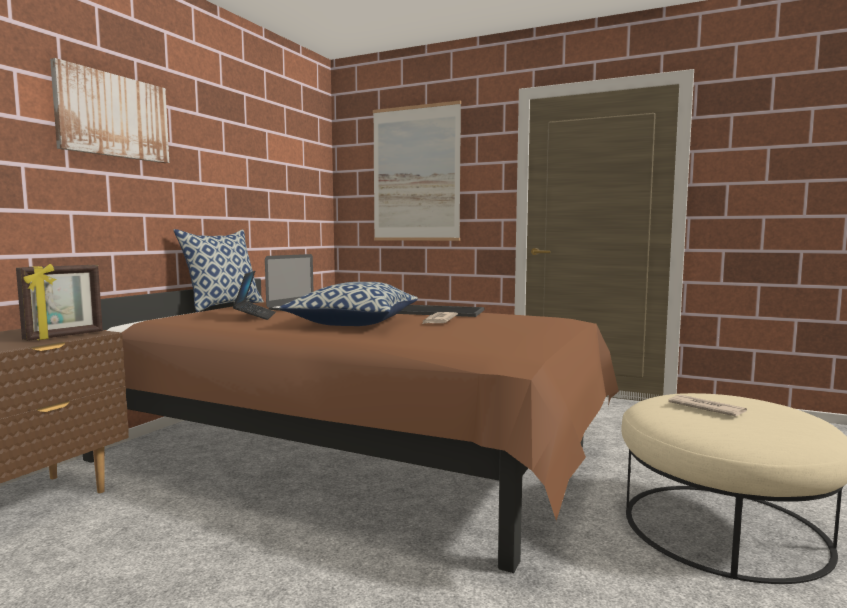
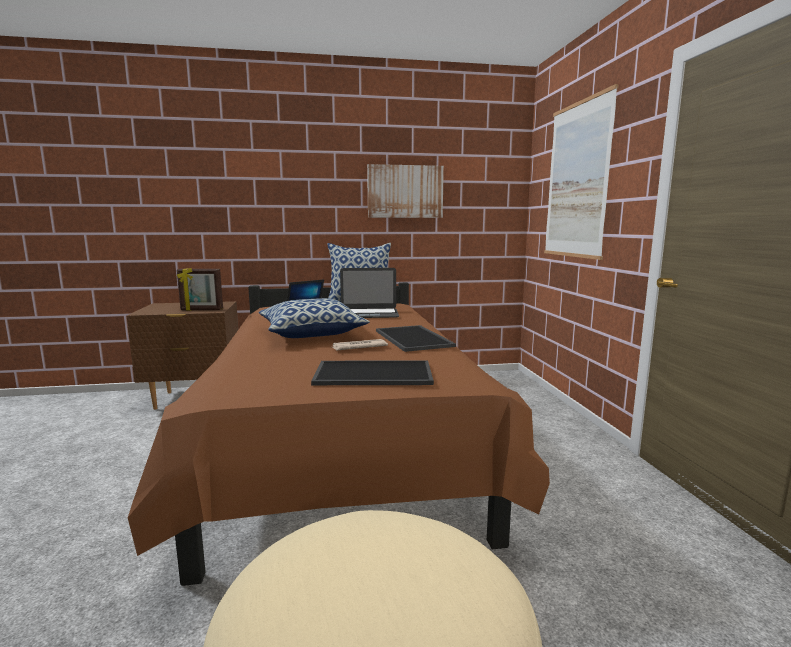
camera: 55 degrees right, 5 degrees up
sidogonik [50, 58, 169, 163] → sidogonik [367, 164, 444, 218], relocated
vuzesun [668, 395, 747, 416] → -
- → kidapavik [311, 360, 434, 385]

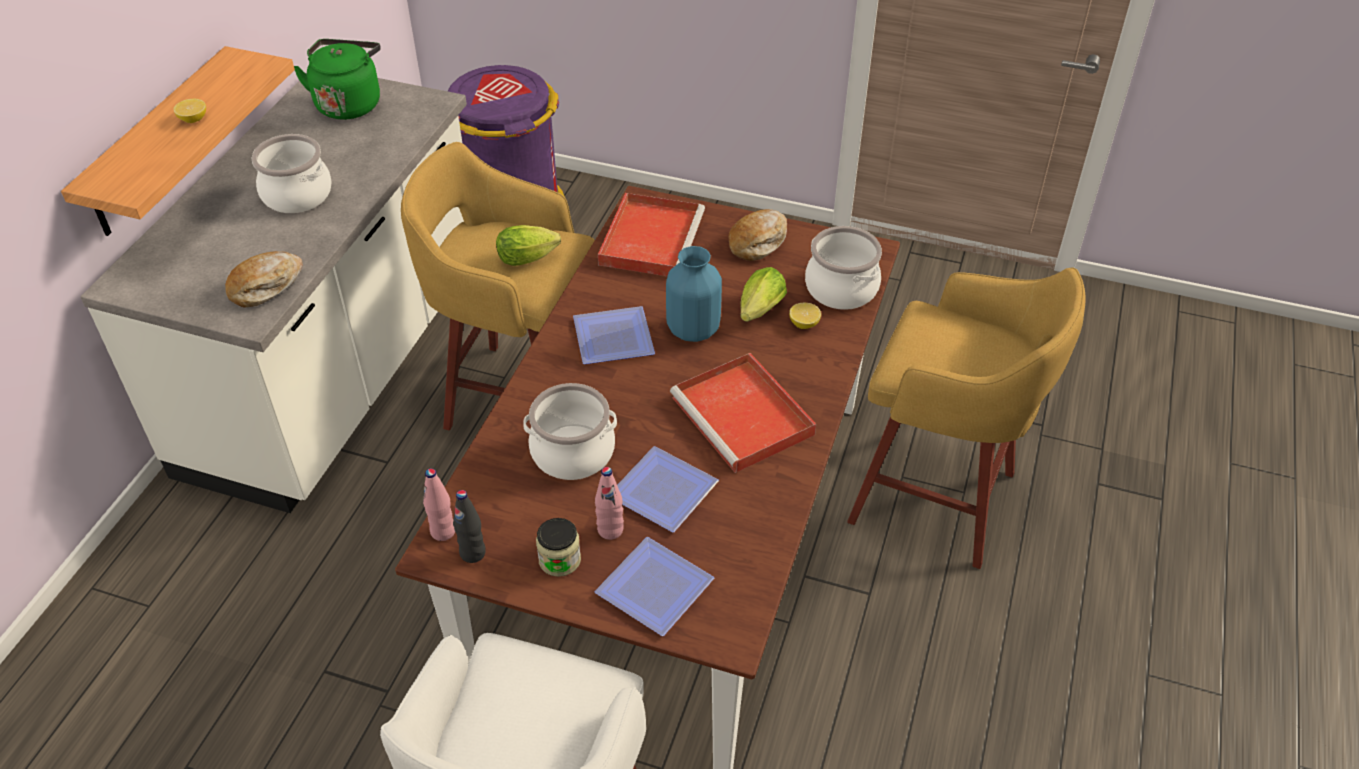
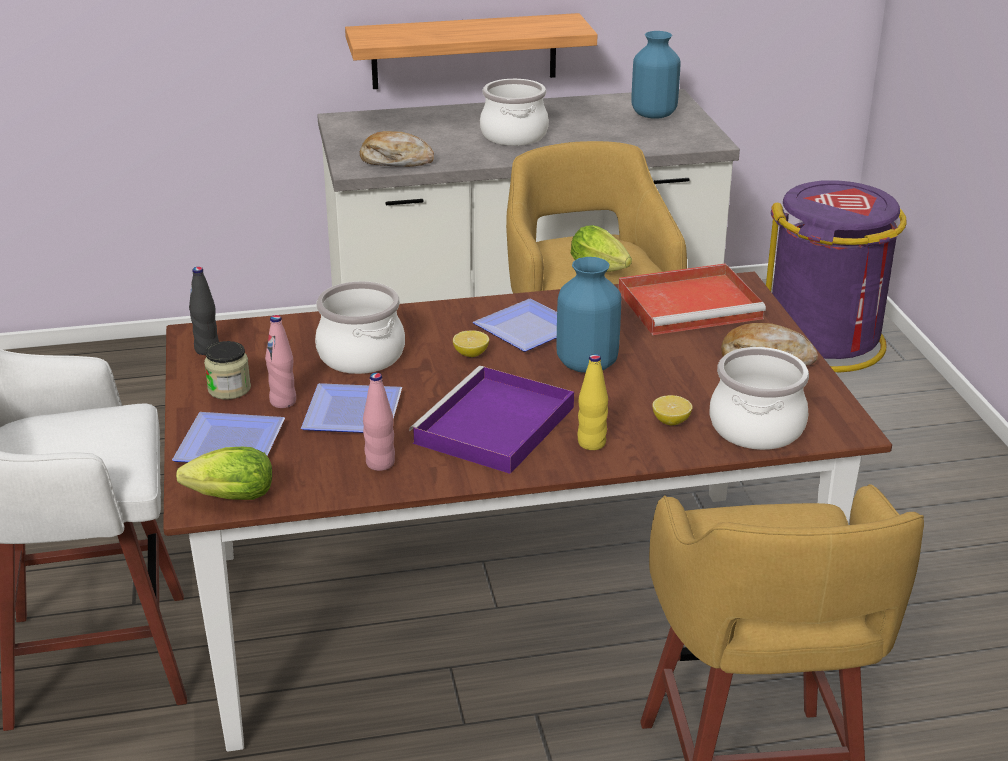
camera: 60 degrees right, 15 degrees down
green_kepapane [294, 39, 381, 120] → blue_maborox [631, 31, 681, 119]
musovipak [173, 99, 206, 123] → musovipak [453, 330, 489, 357], relocated
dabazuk [740, 267, 787, 322] → dabazuk [176, 447, 272, 500], relocated
red_kidapavik [670, 353, 816, 473] → purple_kidapavik [409, 366, 574, 474]
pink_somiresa [423, 468, 455, 541] → pink_somiresa [363, 373, 395, 471], relocated
- → yellow_somiresa [578, 354, 608, 450]

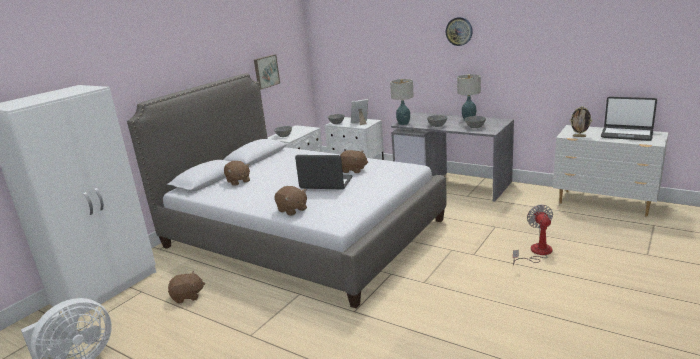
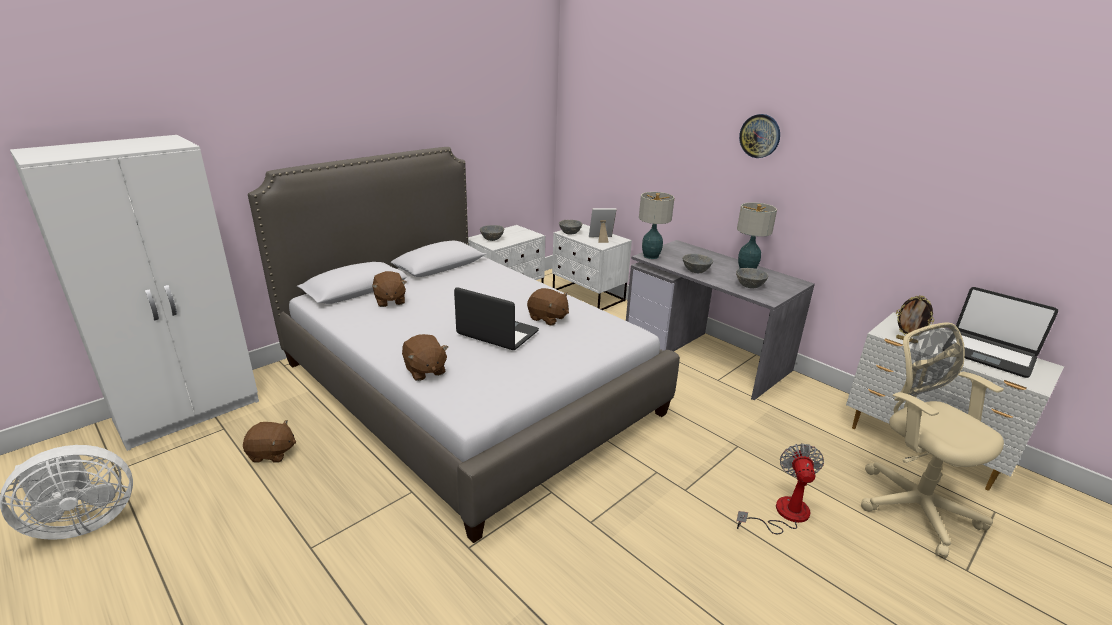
camera: 10 degrees right, 5 degrees up
sidogonik [254, 55, 280, 90] → -
- → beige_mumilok [861, 323, 1004, 559]

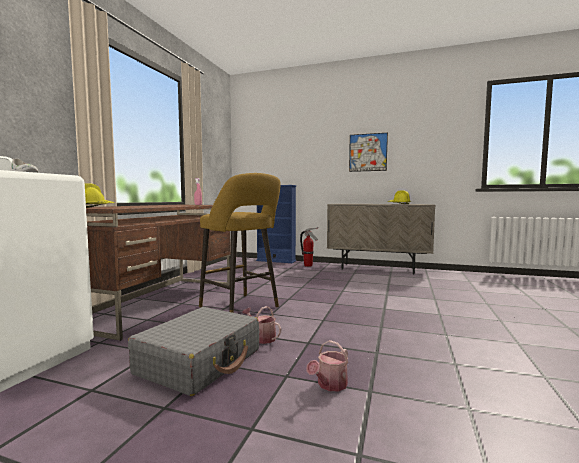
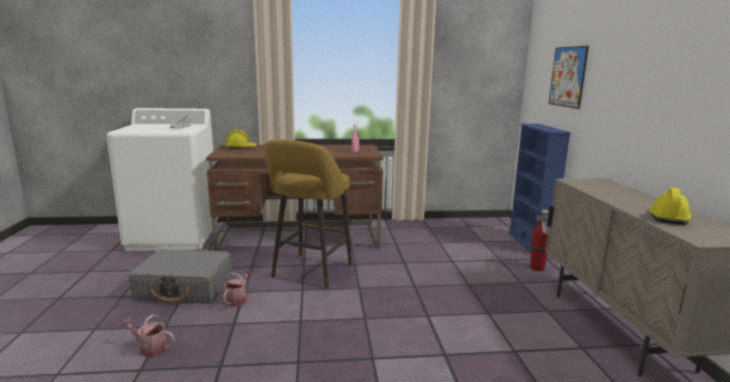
camera: 65 degrees right, 10 degrees up
sidogonik [349, 133, 388, 172] → sidogonik [549, 46, 589, 109], relocated

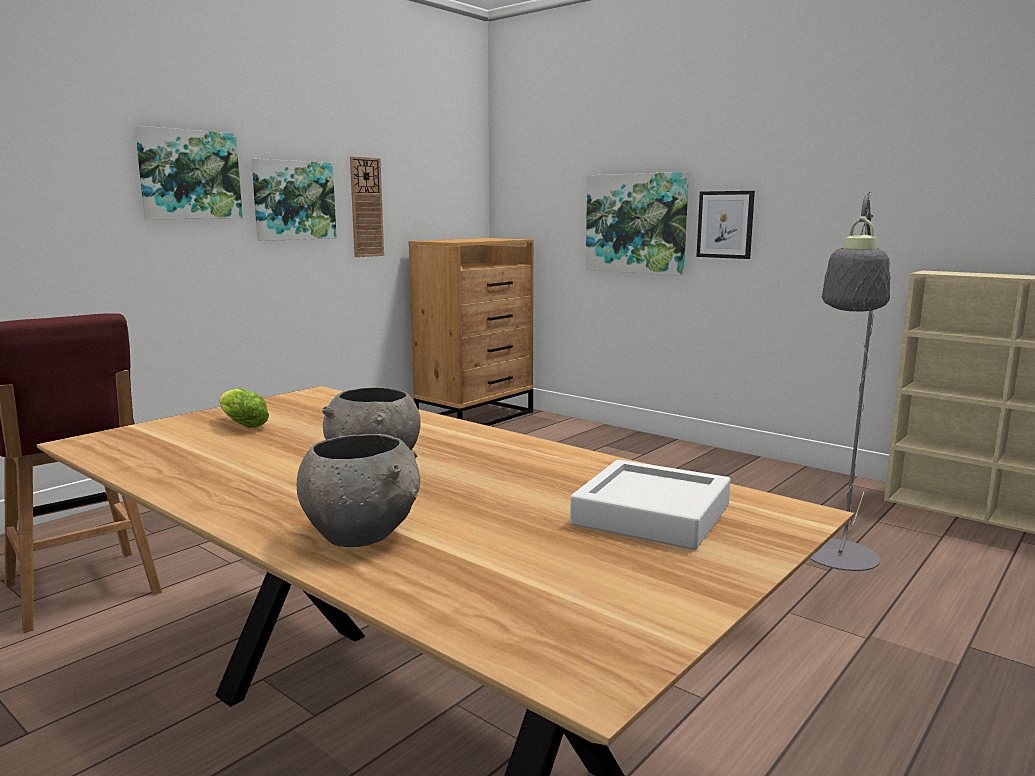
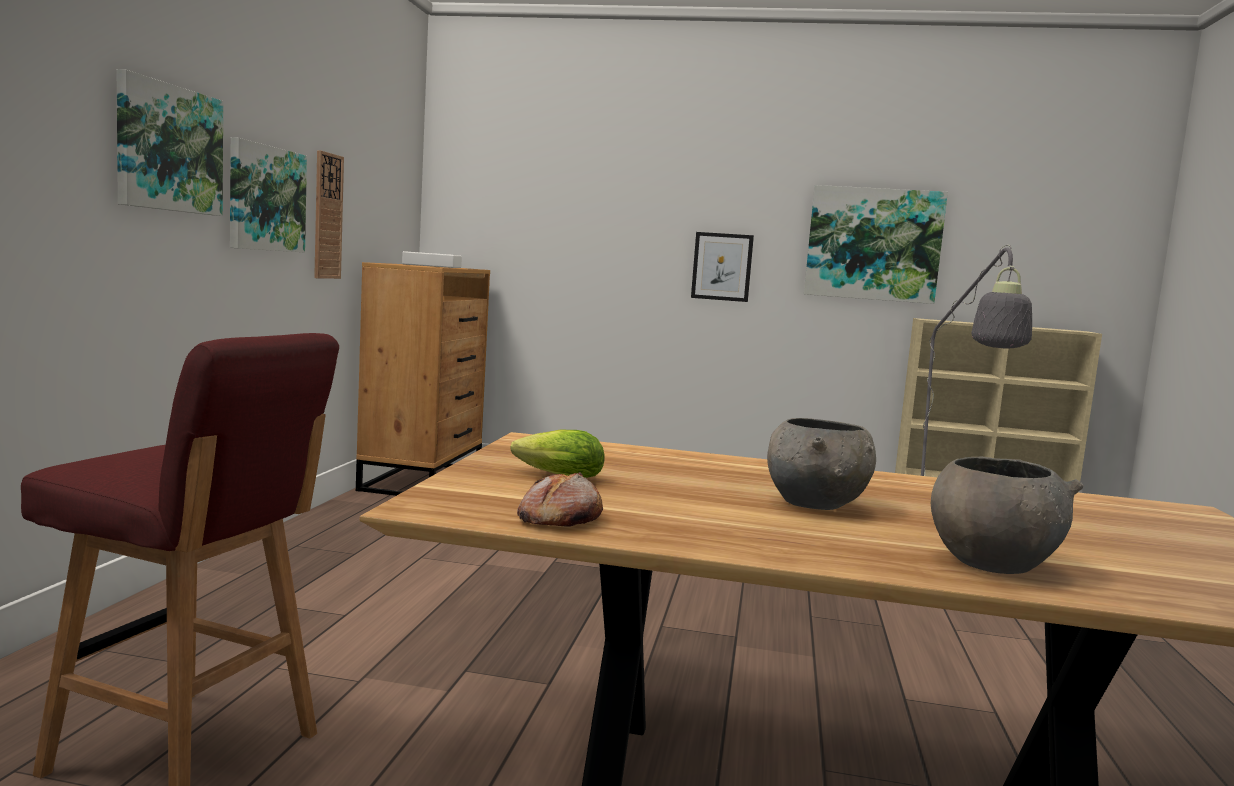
camera: 30 degrees left, 5 degrees down
sidogonik [586, 172, 689, 276] → sidogonik [804, 185, 948, 304], relocated
white_kidapavik [570, 460, 730, 550] → white_kidapavik [402, 251, 462, 268], relocated
- → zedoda [517, 472, 603, 527]

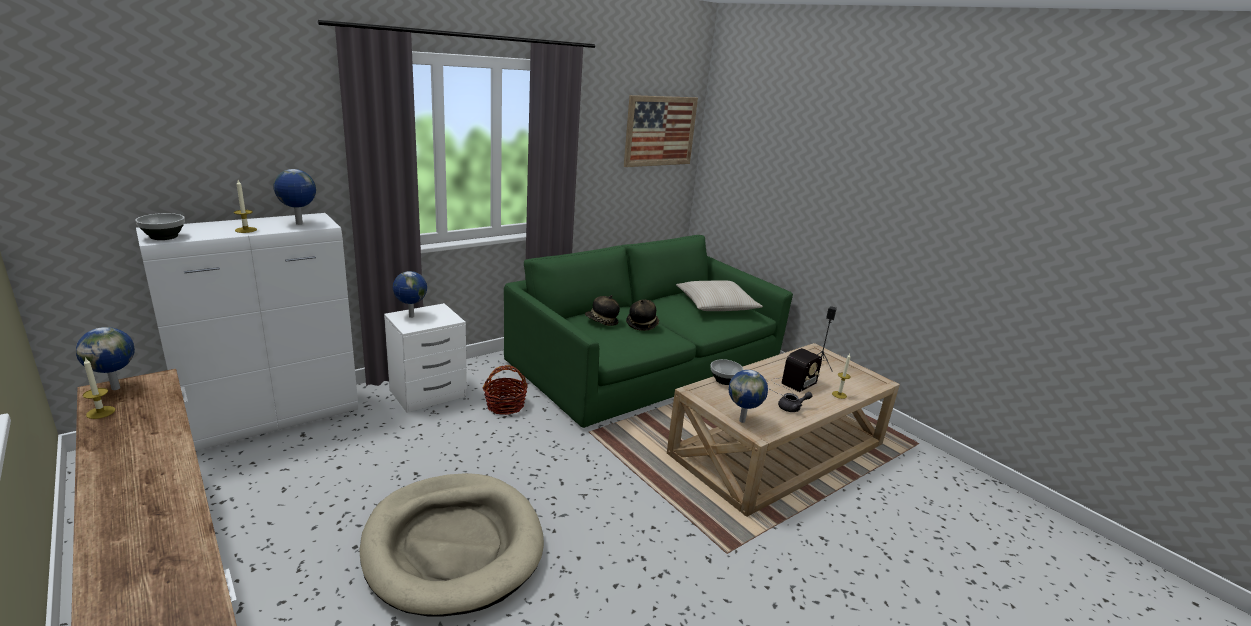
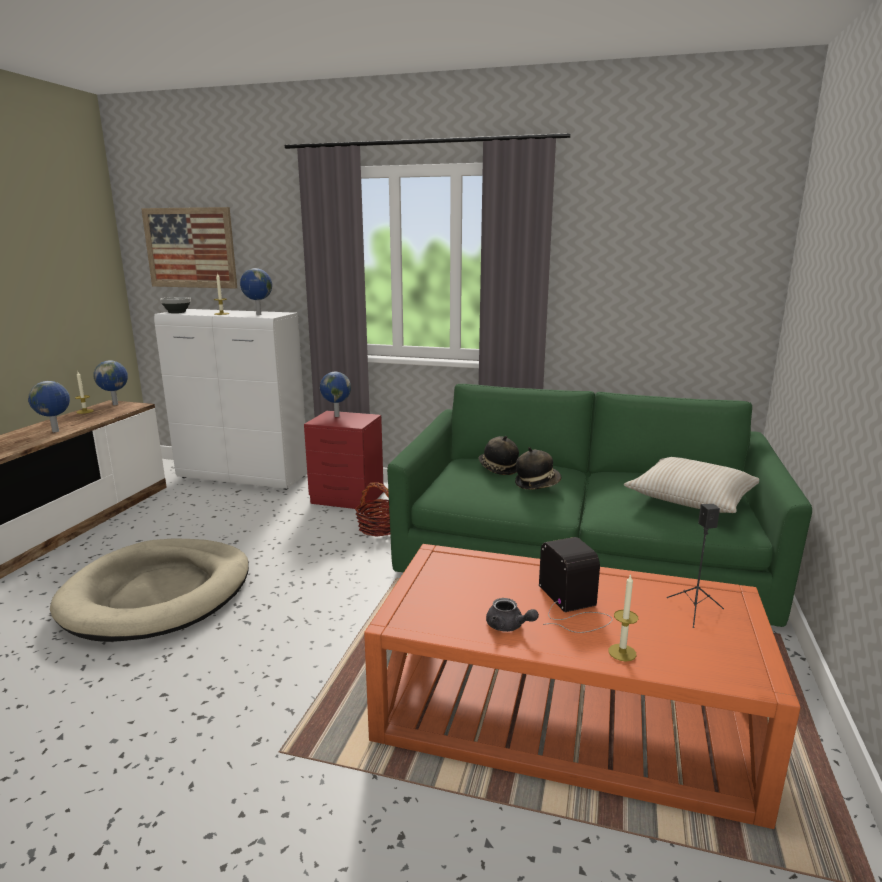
camera: 55 degrees right, 5 degrees down
sidogonik [624, 95, 698, 167] → sidogonik [141, 207, 237, 289], relocated
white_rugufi [384, 303, 467, 413] → red_rugufi [304, 411, 384, 510]
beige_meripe [667, 343, 900, 517] → orange_meripe [364, 544, 801, 829]
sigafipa [767, 348, 822, 396] → sigafipa [539, 537, 613, 633], 120 degrees counterclockwise
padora [711, 359, 743, 385] → -
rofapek [729, 370, 768, 423] → rofapek [28, 381, 70, 432], relocated

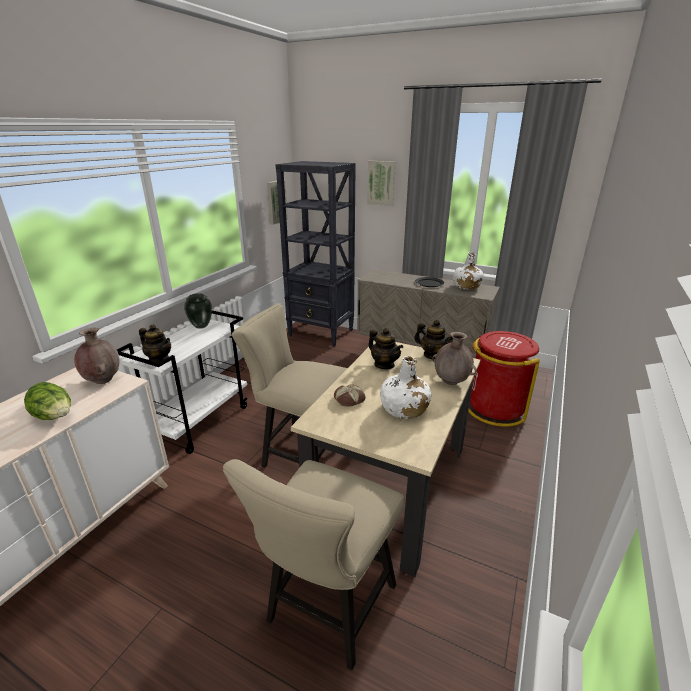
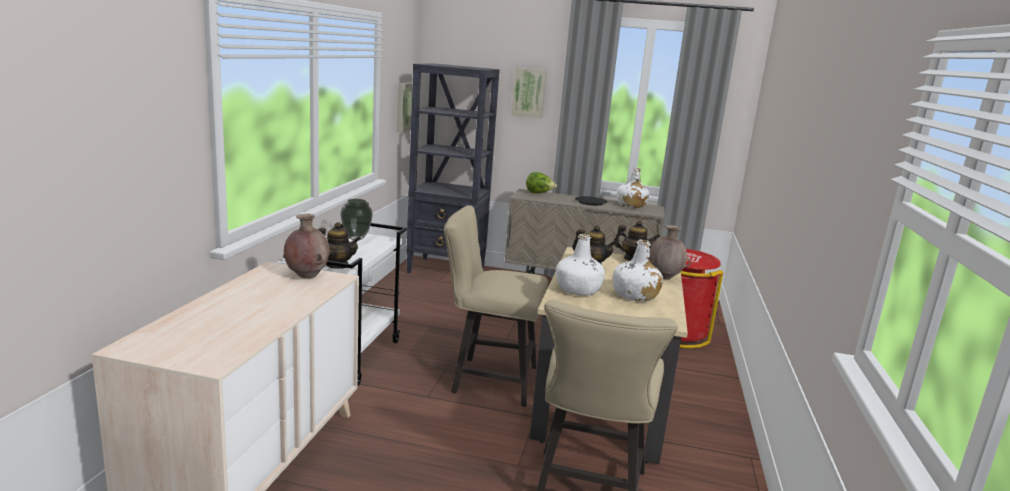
camera: 15 degrees left, 10 degrees down
dabazuk [24, 382, 71, 420] → dabazuk [526, 172, 557, 193], relocated
zedoda [334, 384, 366, 406] → white_somiresa [556, 234, 605, 296]

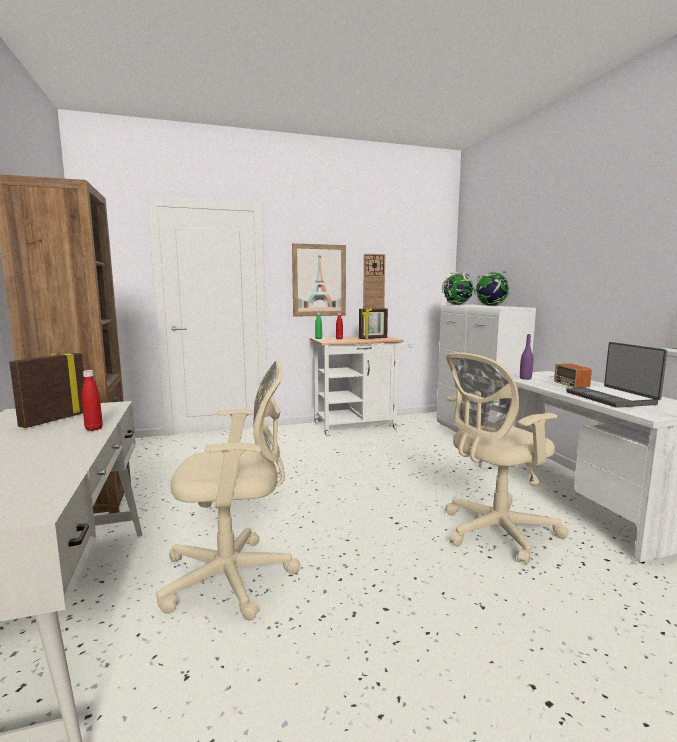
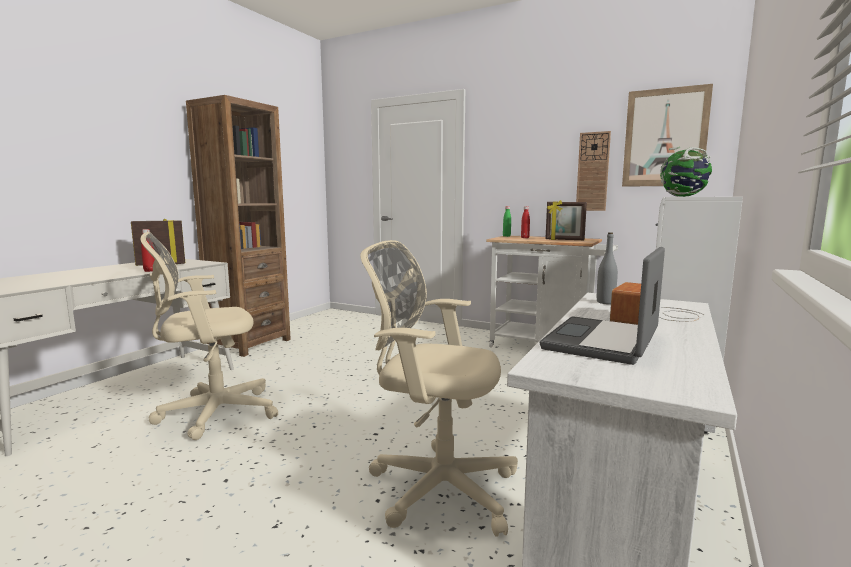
camera: 45 degrees right, 0 degrees up
sidogonik [292, 243, 346, 317] → sidogonik [622, 84, 713, 187], relocated
rofapek [474, 271, 510, 306] → -
purple_somiresa [520, 334, 533, 380] → grey_somiresa [597, 232, 618, 304]
beige_mumilok [156, 360, 300, 620] → beige_mumilok [140, 232, 278, 440], 120 degrees clockwise

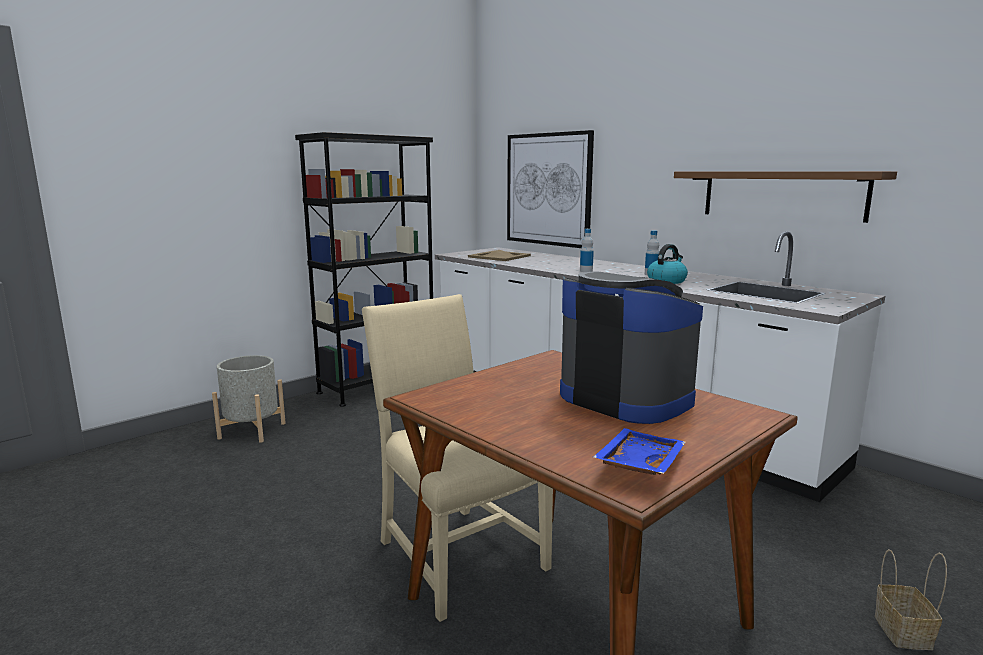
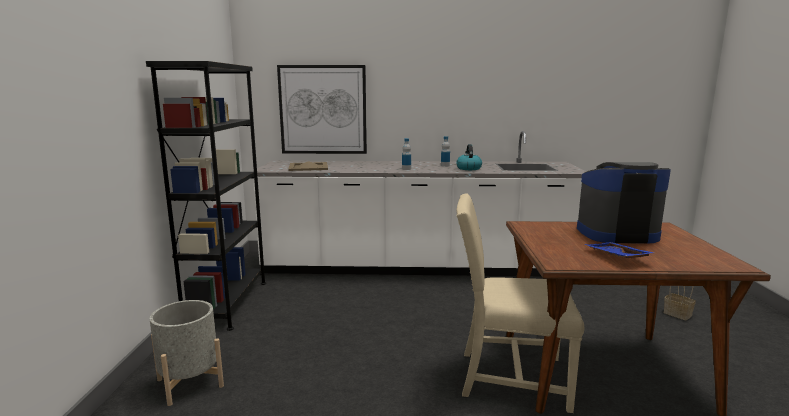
camera: 45 degrees left, 0 degrees up
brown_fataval [674, 171, 897, 223] → -
blue_kidapavik [593, 428, 686, 475] → blue_kidapavik [584, 242, 654, 258], relocated

